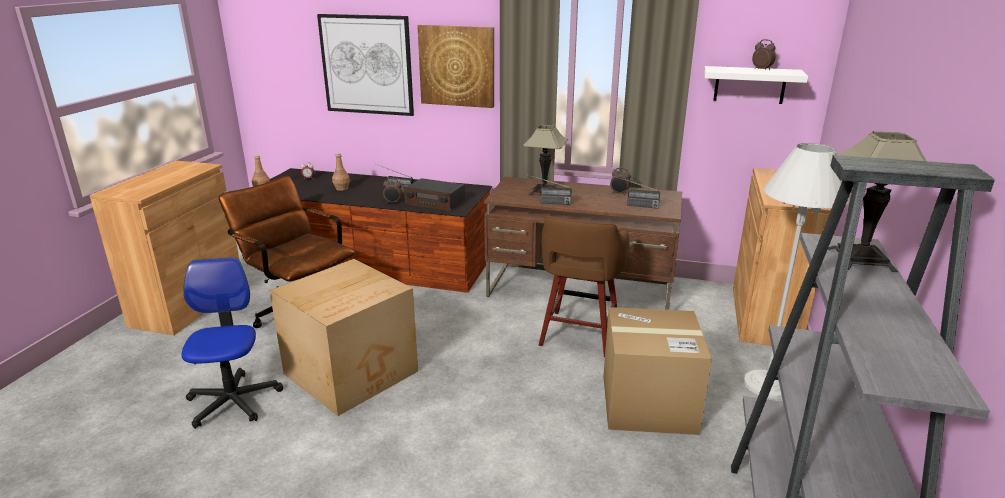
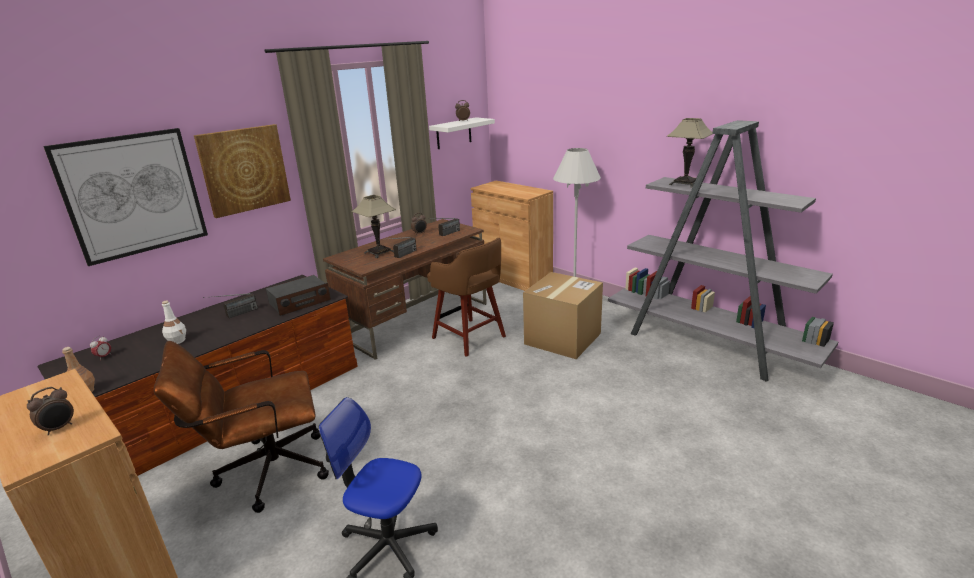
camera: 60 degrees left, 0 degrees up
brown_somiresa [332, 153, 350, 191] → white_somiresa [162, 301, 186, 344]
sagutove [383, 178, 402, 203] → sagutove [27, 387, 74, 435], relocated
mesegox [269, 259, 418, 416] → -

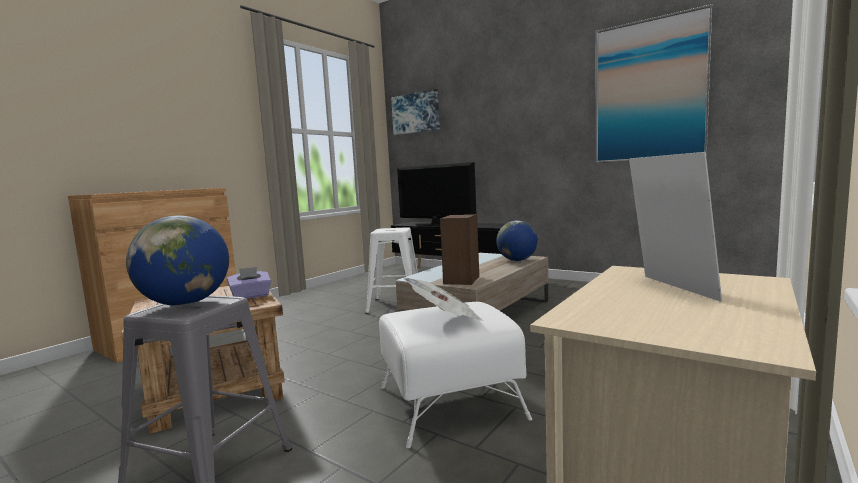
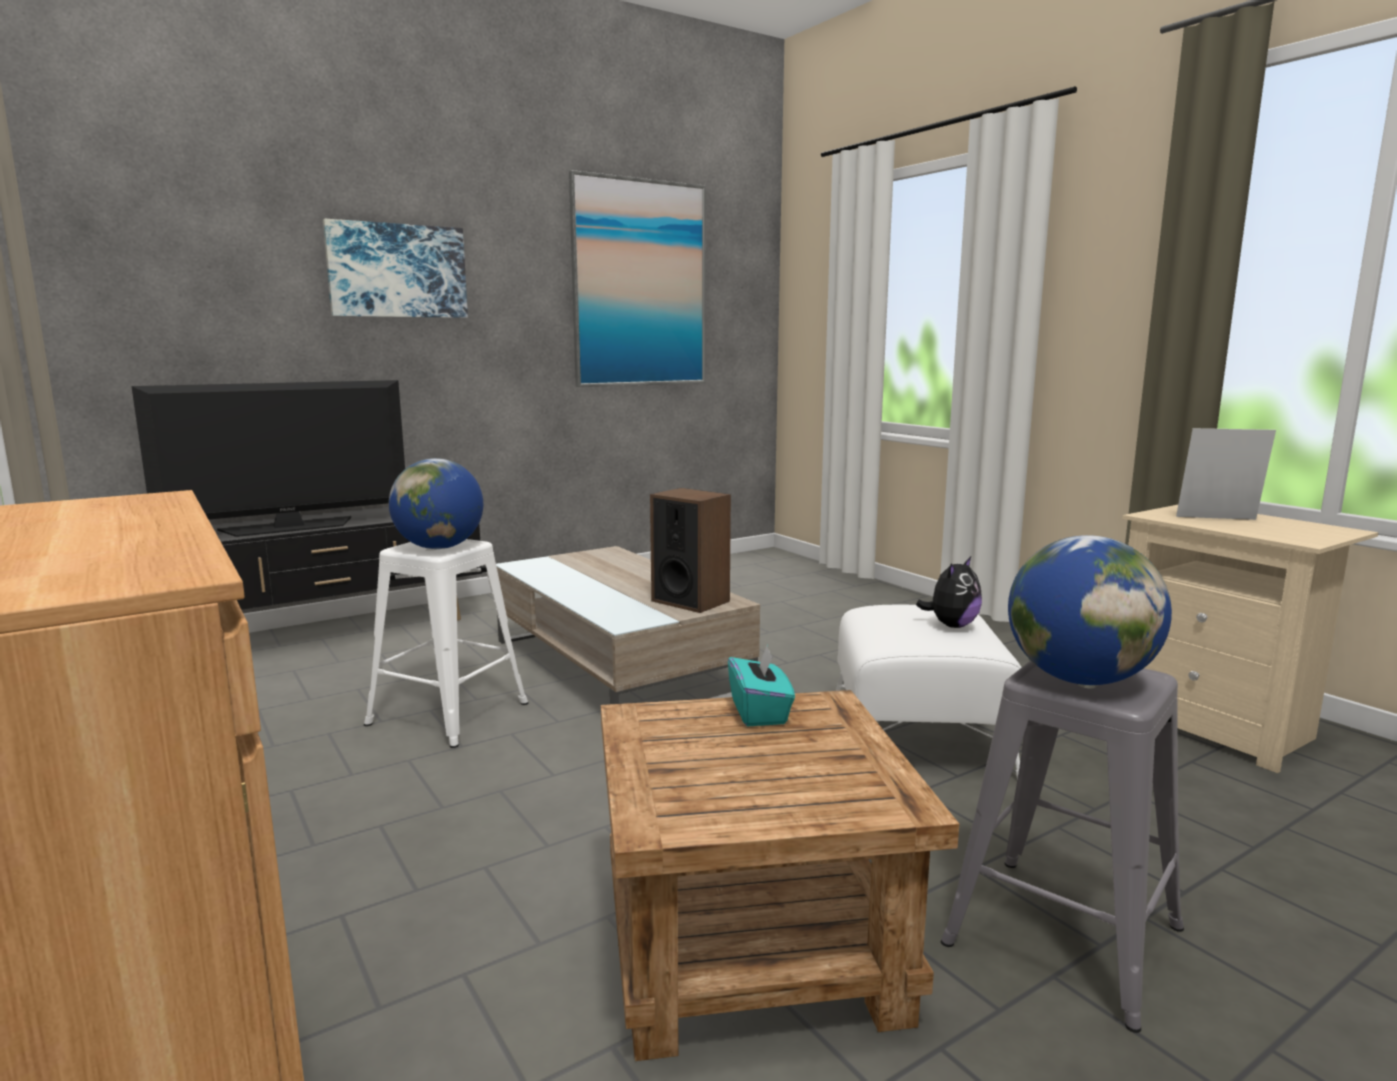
camera: 70 degrees left, 5 degrees up
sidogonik [391, 89, 440, 135] → sidogonik [323, 219, 468, 318], relocated
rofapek [496, 220, 538, 261] → rofapek [389, 458, 483, 549], relocated
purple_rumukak [227, 267, 271, 299] → turquoise_rumukak [728, 646, 795, 726]
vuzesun [403, 277, 483, 321] → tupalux [916, 556, 982, 628]

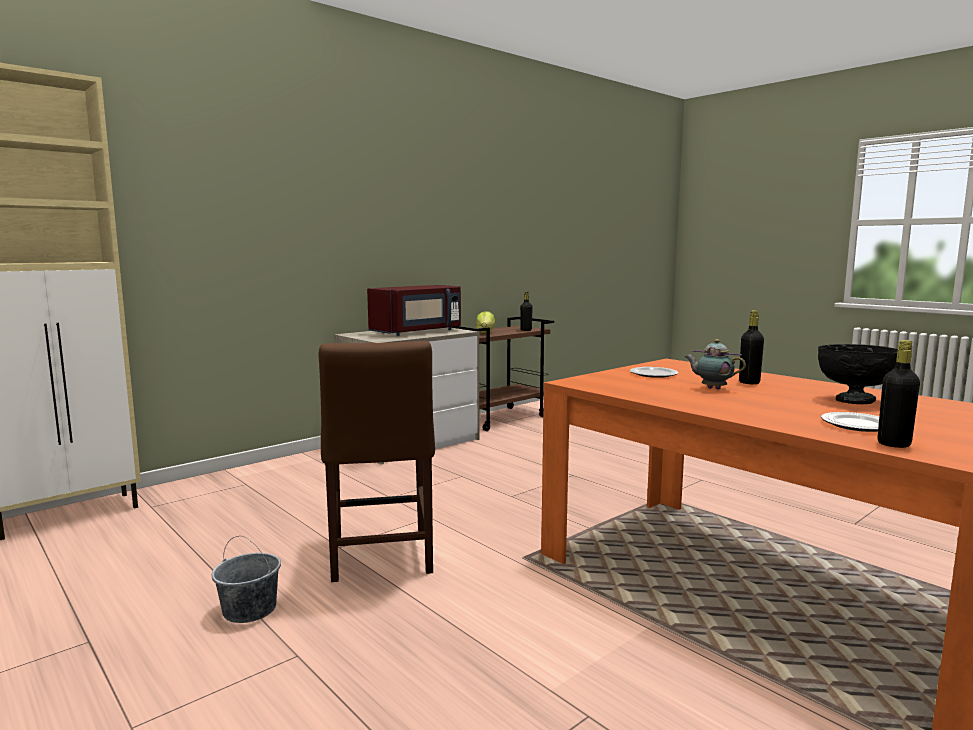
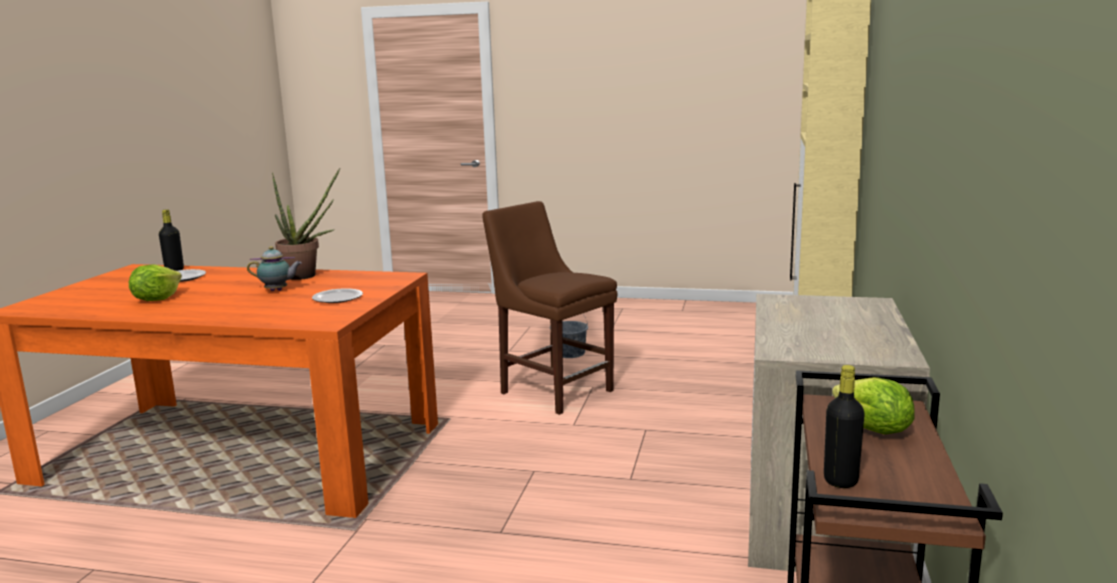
camera: 145 degrees right, 5 degrees up
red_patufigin [367, 285, 461, 336] → -
black_somiresa [739, 310, 764, 384] → -
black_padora [818, 344, 898, 404] → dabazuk [129, 264, 182, 301]
- → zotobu [272, 168, 340, 280]

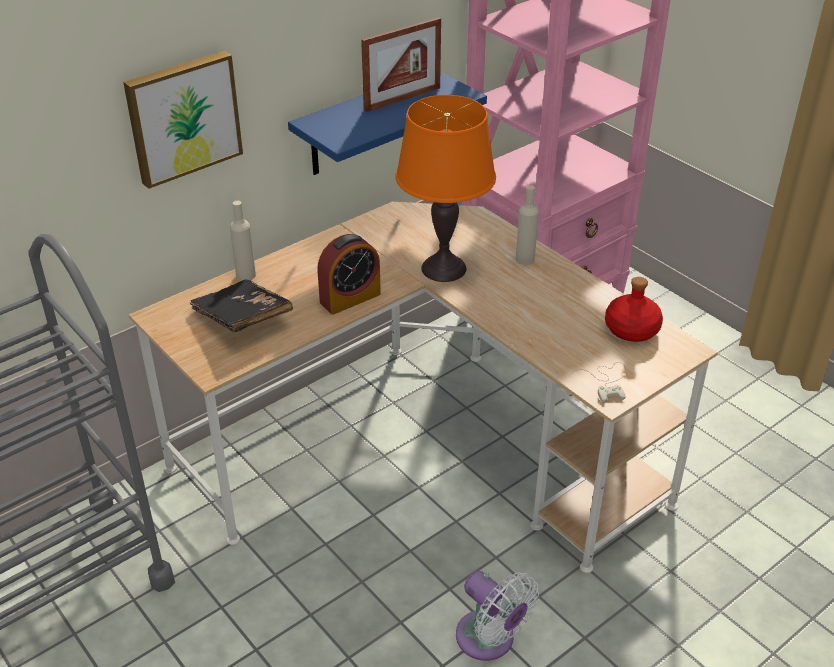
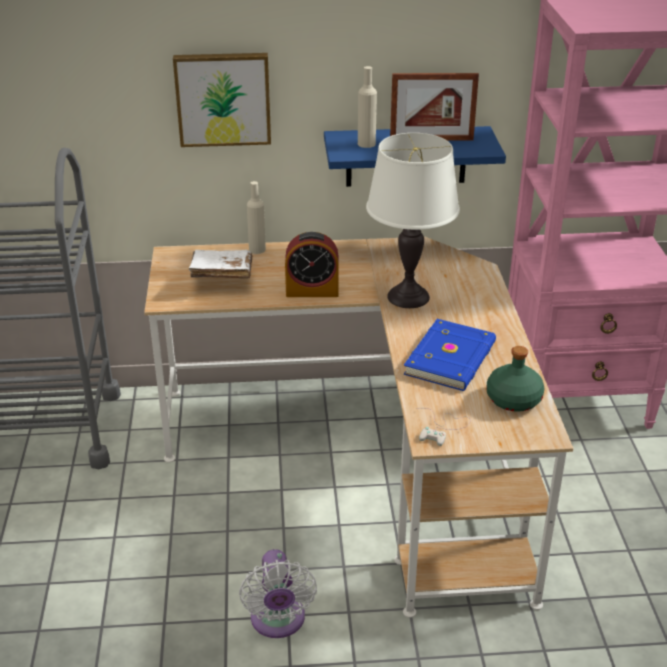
camera: 35 degrees right, 5 degrees down
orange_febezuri [396, 95, 496, 282] → white_febezuri [366, 133, 460, 308]
beige_somiresa [516, 185, 539, 265] → beige_somiresa [358, 66, 377, 148], relocated
red_somiresa [605, 277, 663, 342] → green_somiresa [486, 346, 545, 412]
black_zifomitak [190, 280, 293, 333] → white_zifomitak [189, 250, 252, 279]
- → blue_zifomitak [403, 319, 496, 391]

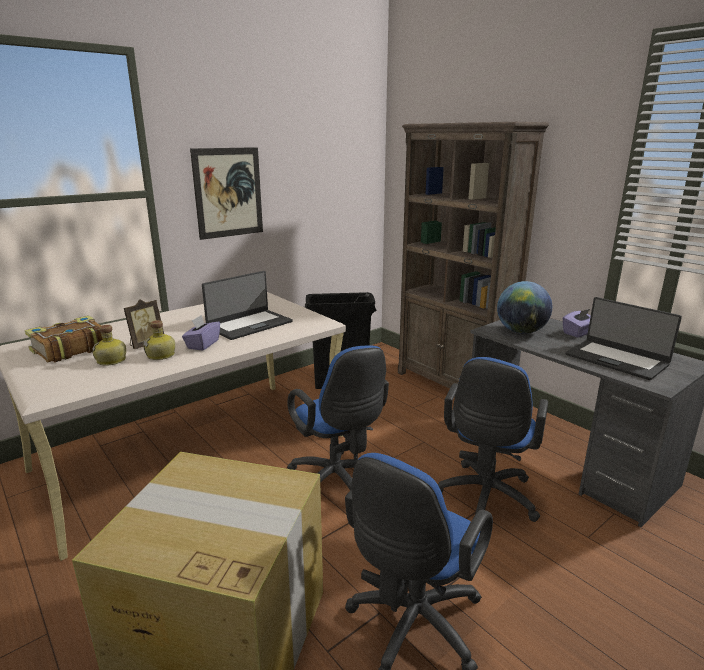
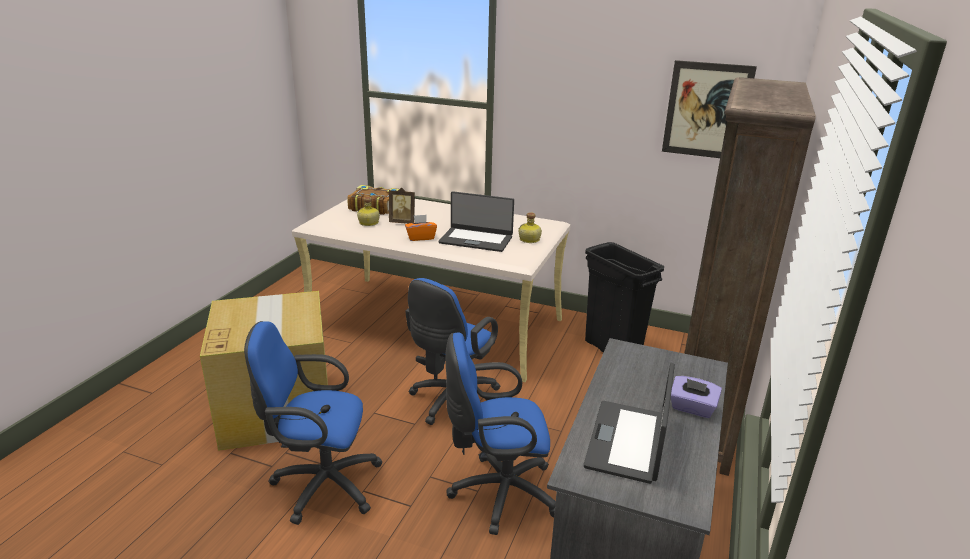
camera: 60 degrees right, 5 degrees up
sidogonik [190, 147, 263, 240] → sidogonik [662, 60, 757, 158], relocated
rofapek [497, 281, 552, 334] → -
purple_rumukak [182, 315, 220, 350] → orange_rumukak [405, 215, 437, 241]
somiresa [143, 320, 175, 360] → somiresa [519, 212, 542, 243], relocated

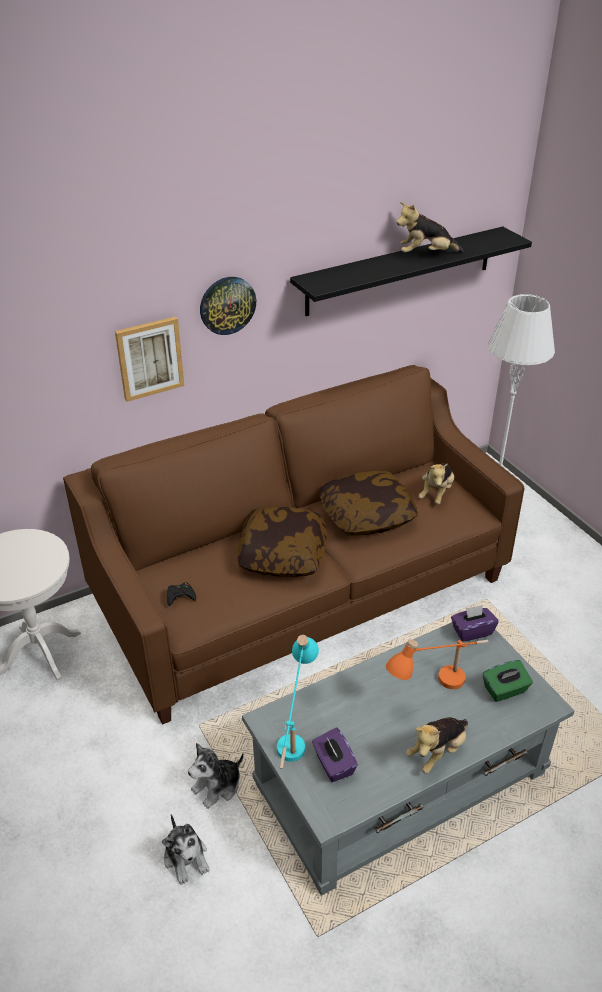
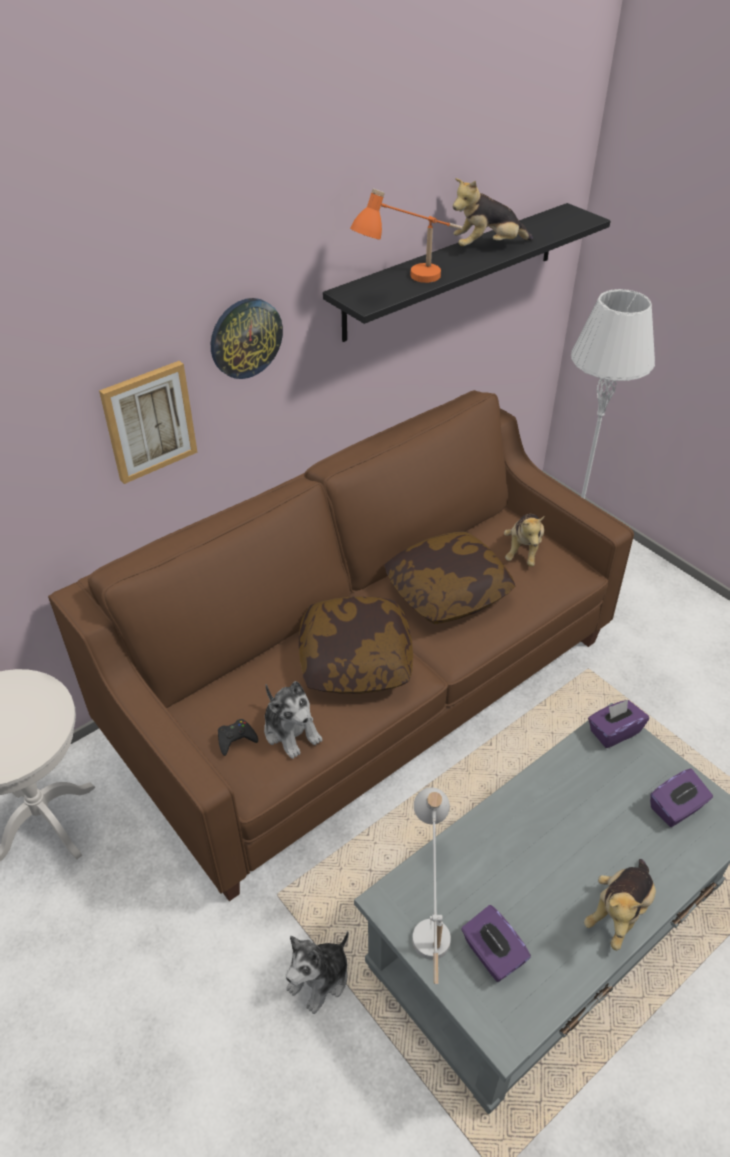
camera: 10 degrees left, 5 degrees up
turquoise_febezuri [277, 635, 319, 769] → white_febezuri [412, 787, 451, 984]
orange_febezuri [386, 639, 489, 689] → orange_febezuri [350, 189, 463, 283], relocated
green_rumukak [483, 660, 533, 702] → purple_rumukak [650, 769, 713, 827]
tupalux [162, 814, 209, 885] → tupalux [264, 681, 322, 759], relocated

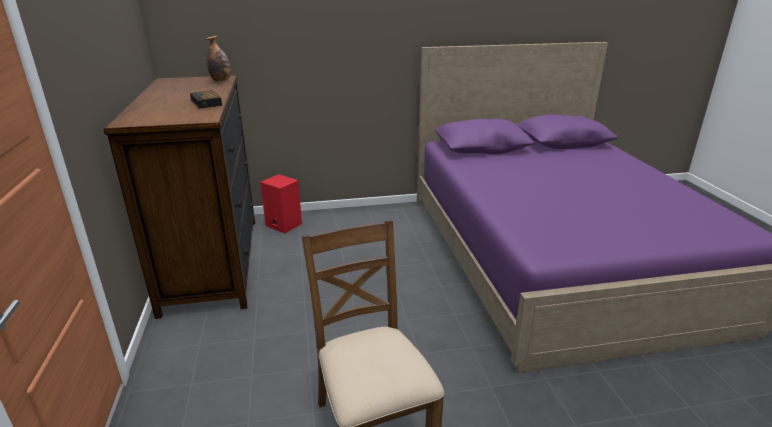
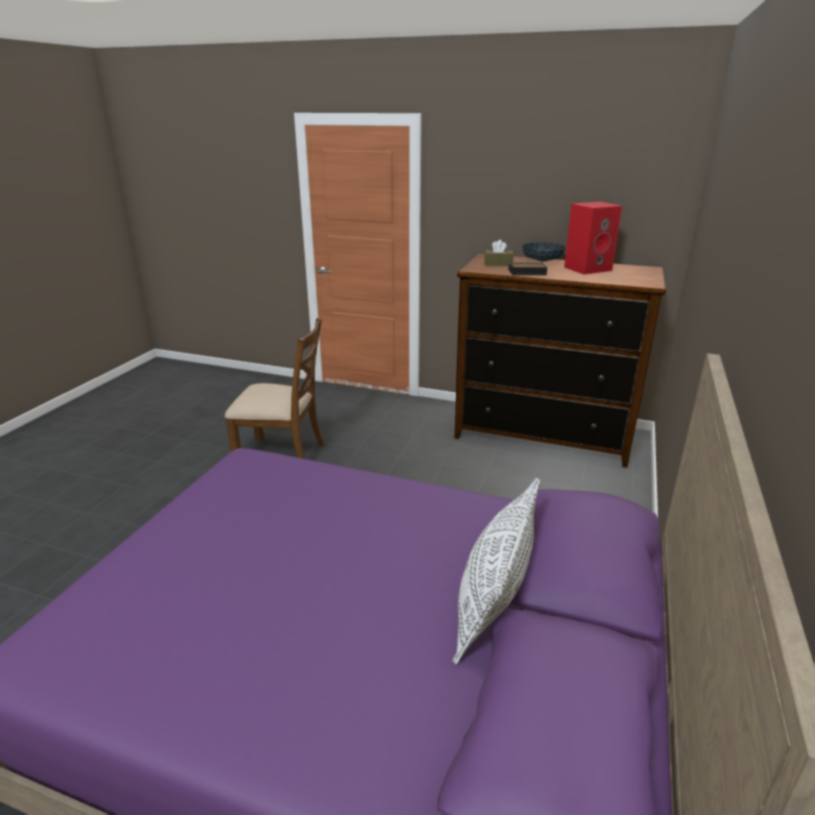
camera: 120 degrees right, 0 degrees up
somiresa [206, 36, 231, 82] → -
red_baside [260, 174, 302, 233] → red_baside [564, 202, 622, 275], relocated
- → brown_rumukak [484, 240, 513, 266]
- → padora [523, 243, 565, 262]
- → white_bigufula [452, 478, 540, 664]

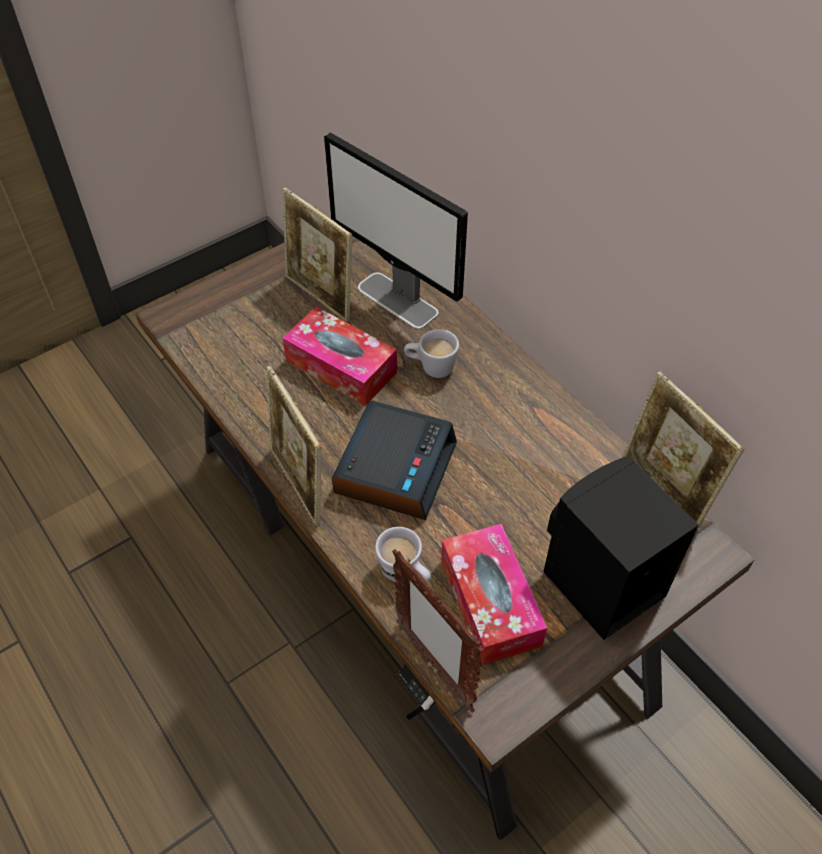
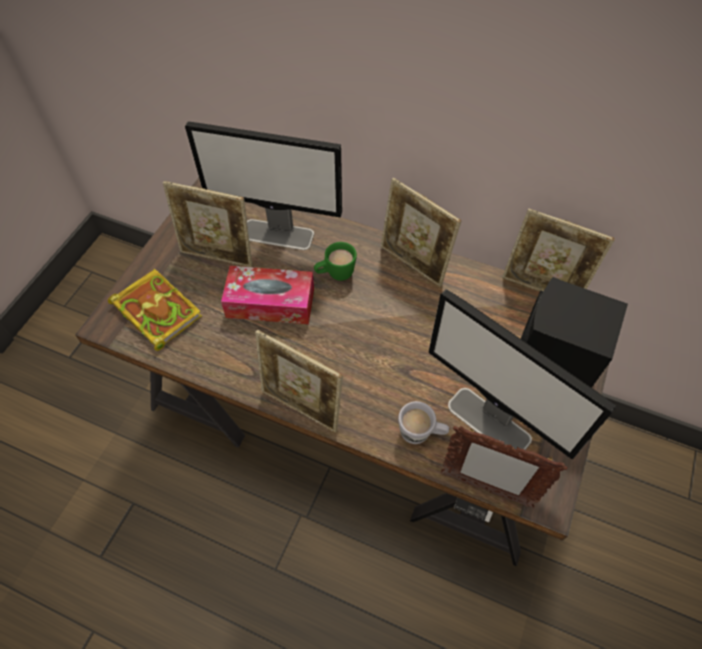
camera: 30 degrees left, 5 degrees up
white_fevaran [404, 329, 459, 378] → green_fevaran [314, 242, 357, 281]
sagutove [332, 401, 457, 520] → -
rumukak [441, 524, 547, 665] → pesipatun [429, 289, 616, 459]
- → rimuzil [381, 178, 461, 287]
- → zifomitak [108, 269, 202, 351]

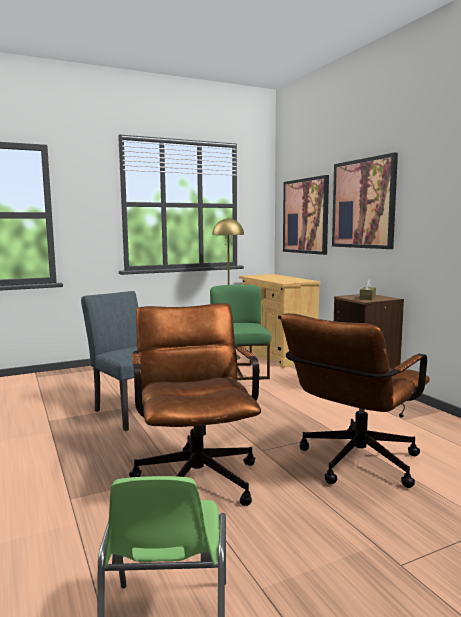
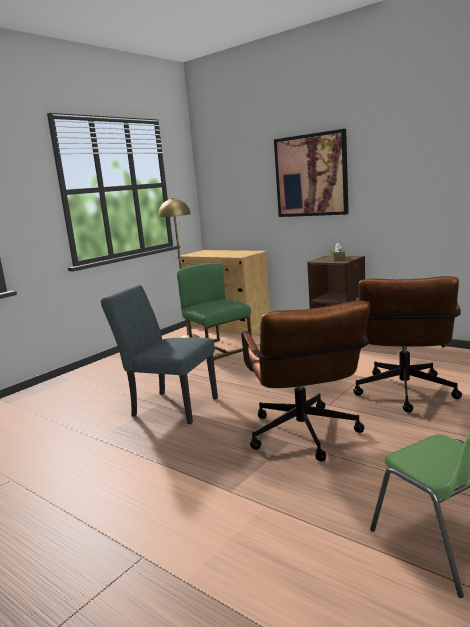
camera: 25 degrees left, 5 degrees up
sidogonik [283, 175, 329, 255] → -
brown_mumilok [129, 303, 261, 506] → brown_mumilok [241, 301, 370, 462], 150 degrees counterclockwise

